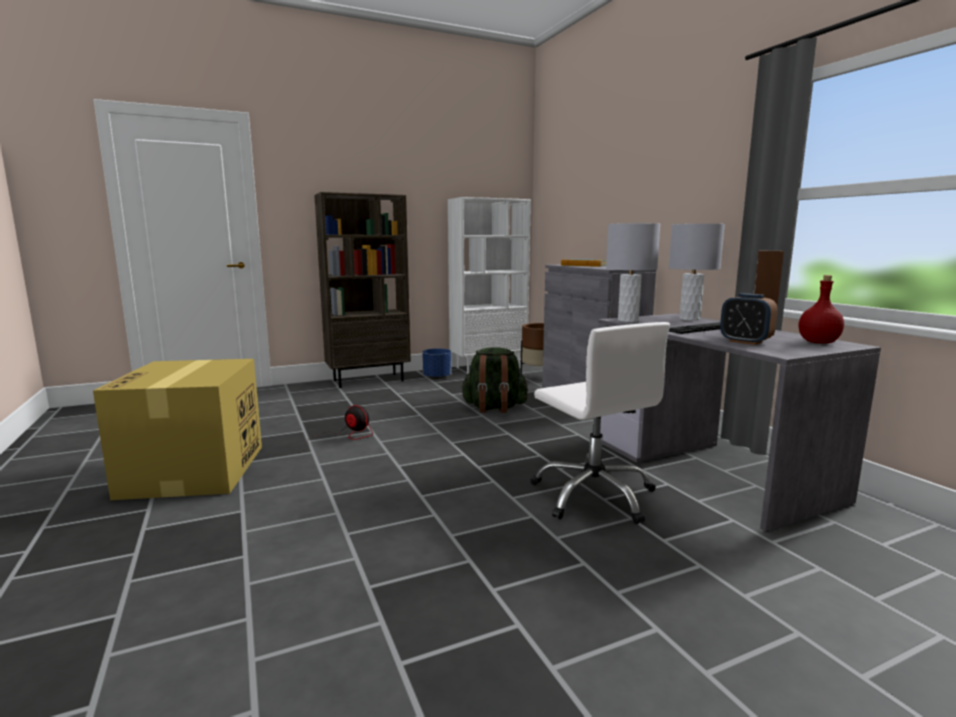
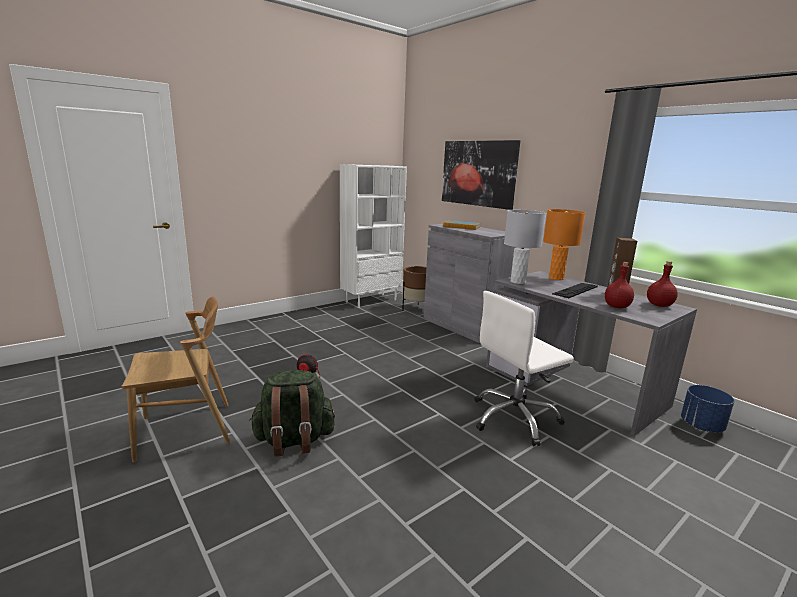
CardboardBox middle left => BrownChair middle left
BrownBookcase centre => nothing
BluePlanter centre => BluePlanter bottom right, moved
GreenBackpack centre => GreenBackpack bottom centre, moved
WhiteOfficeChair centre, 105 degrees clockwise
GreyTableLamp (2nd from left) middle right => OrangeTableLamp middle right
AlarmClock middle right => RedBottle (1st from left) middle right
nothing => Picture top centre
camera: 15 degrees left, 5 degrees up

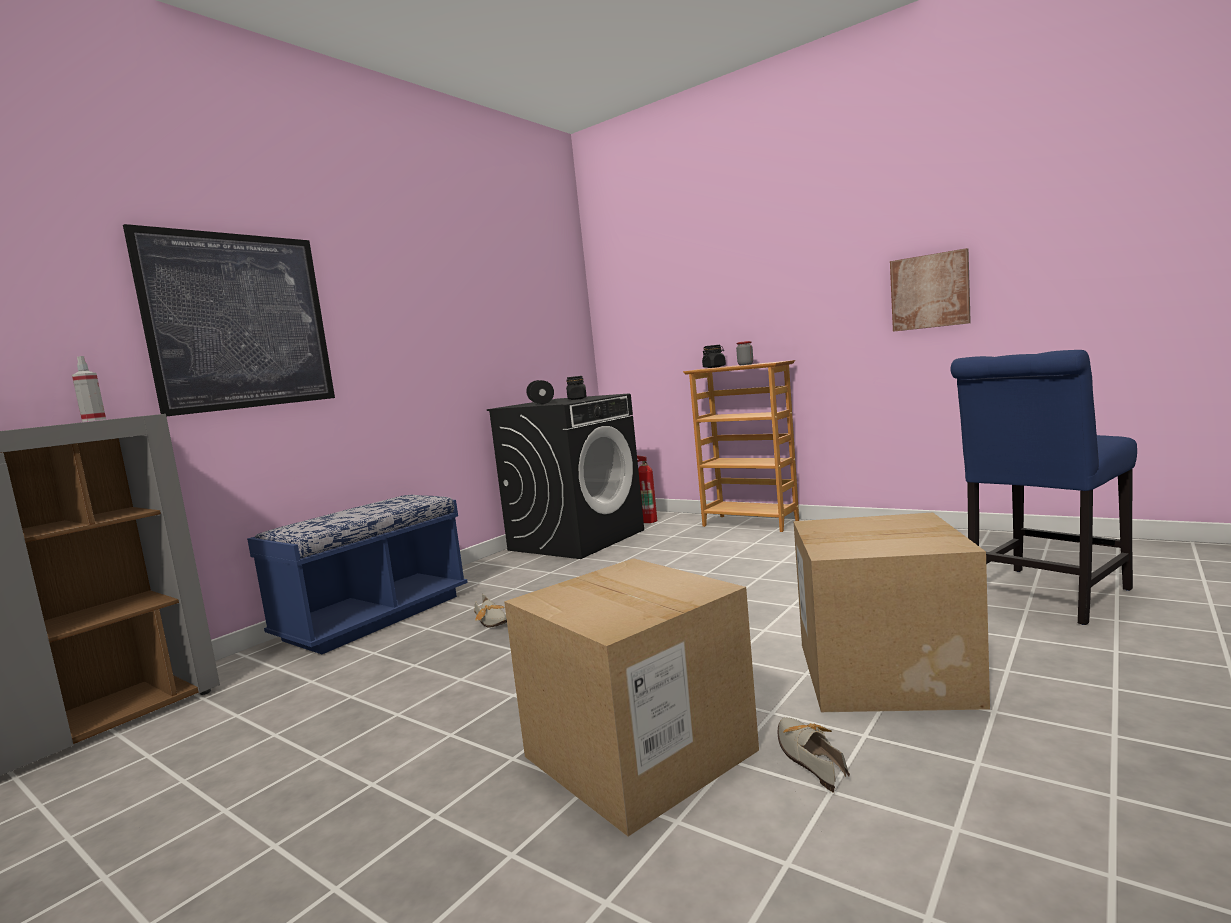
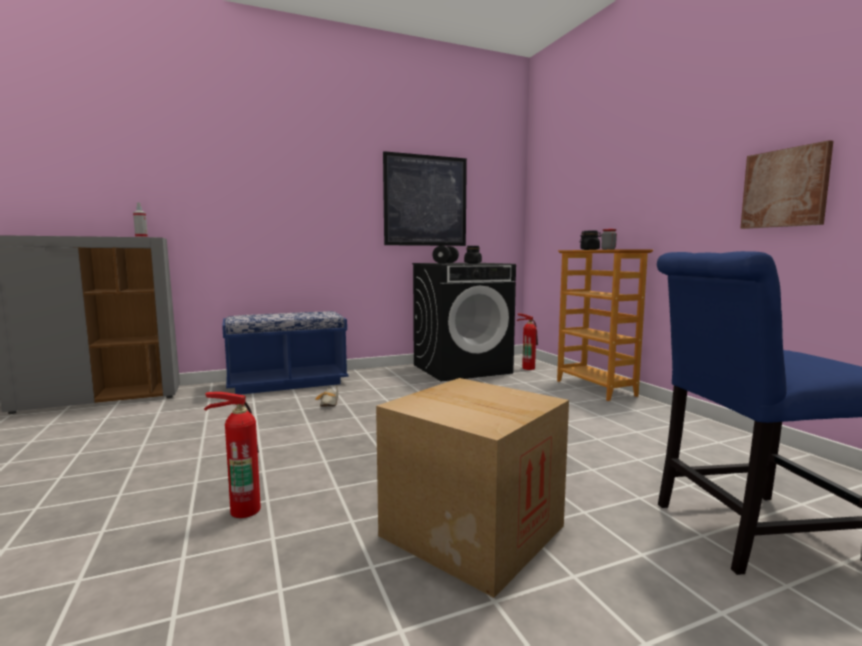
Picture (1st from left) middle left => Picture (1st from left) top centre, moved
CardboardBox (1st from left) bottom centre => FireExtinguisher (1st from left) bottom left
Shoe (2nd from left) bottom centre => nothing
camera: 30 degrees right, 0 degrees up

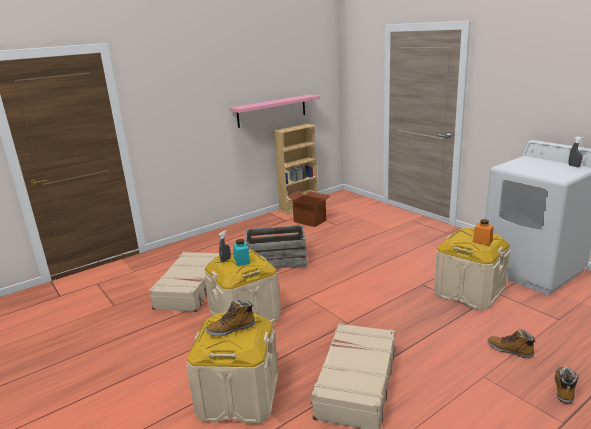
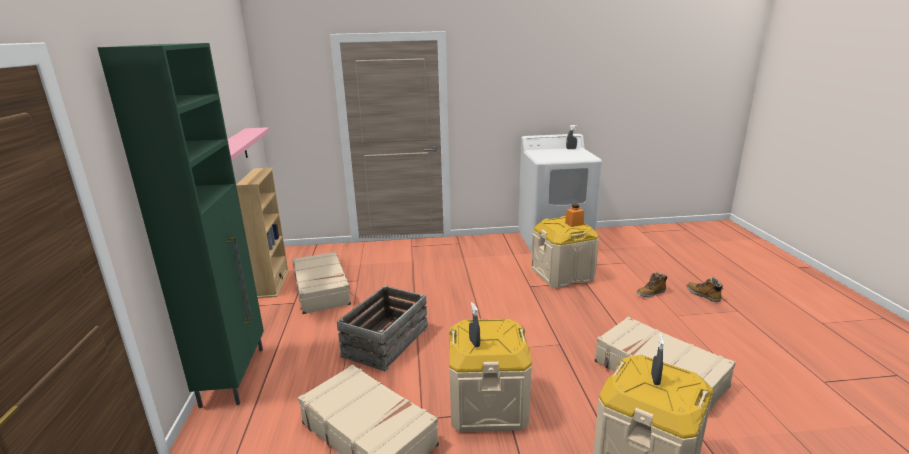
Boot (1st from left) bottom centre => GreySprayBottle (3rd from left) bottom right
TurquoiseJar centre => nothing
CardboardBox centre => BeigeSuitcase (1st from left) centre
nothing => GreenCabinet middle left
camera: 60 degrees left, 0 degrees up

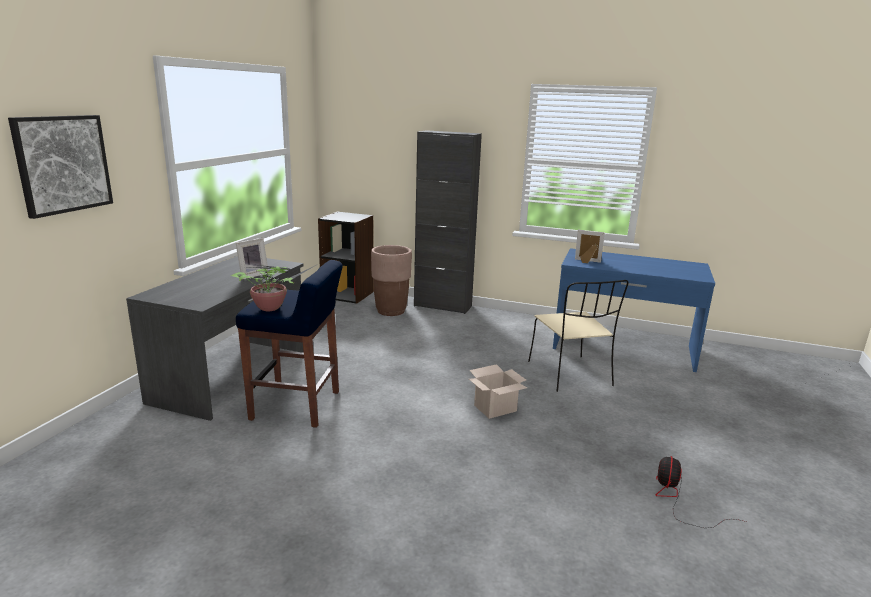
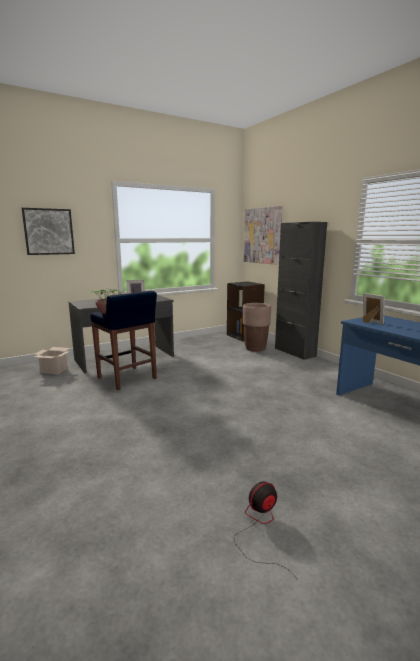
CardboardBox centre => CardboardBox middle left, moved
BeigeChair centre => nothing
nothing => Picture (2nd from left) centre
camera: 40 degrees right, 5 degrees down

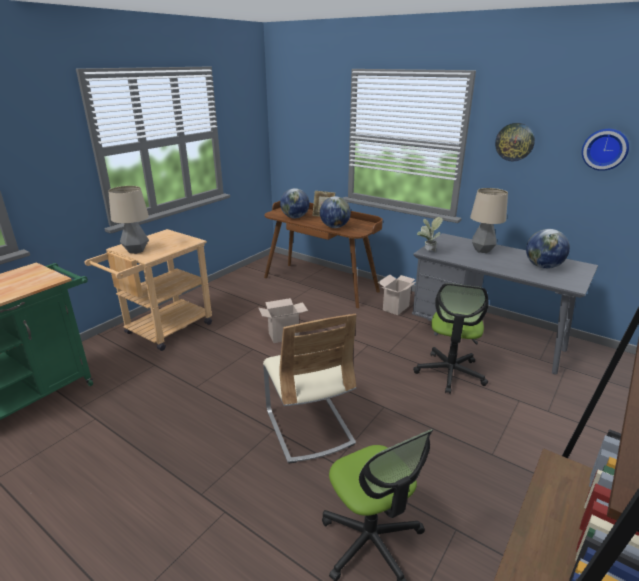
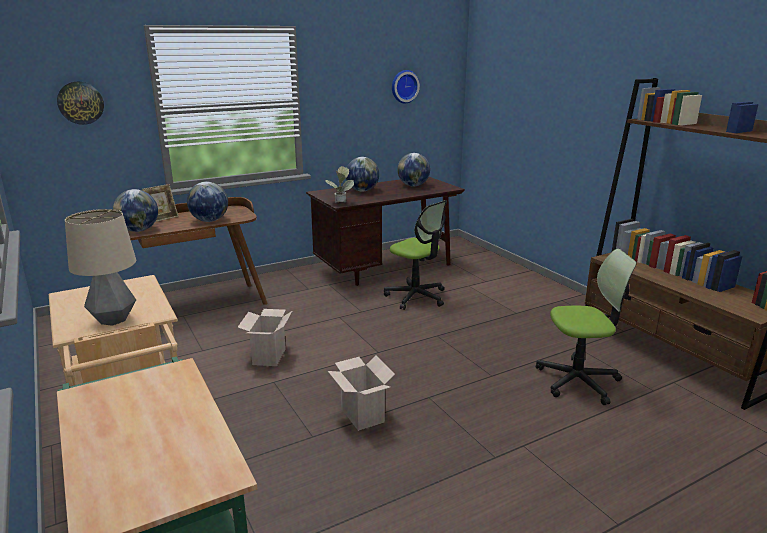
BeigeChair bottom centre => nothing
CardboardBox (2nd from left) centre => CardboardBox (2nd from left) bottom centre, moved
GreyDesk middle right => BrownDesk (2nd from left) centre
TableLamp (2nd from left) middle right => Globe (3rd from left) top centre
WallClock (1st from left) top right => WallClock (1st from left) top left, moved
camera: 65 degrees left, 5 degrees down

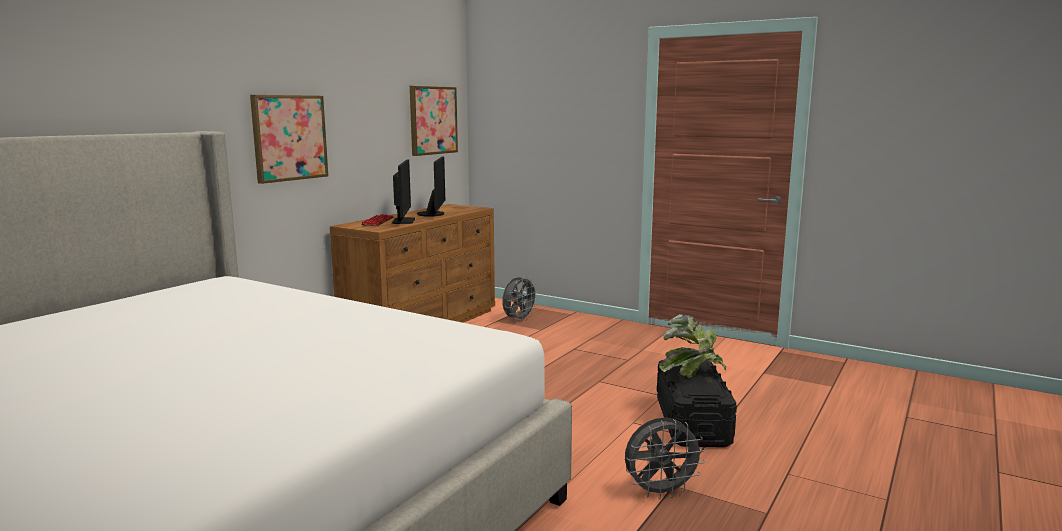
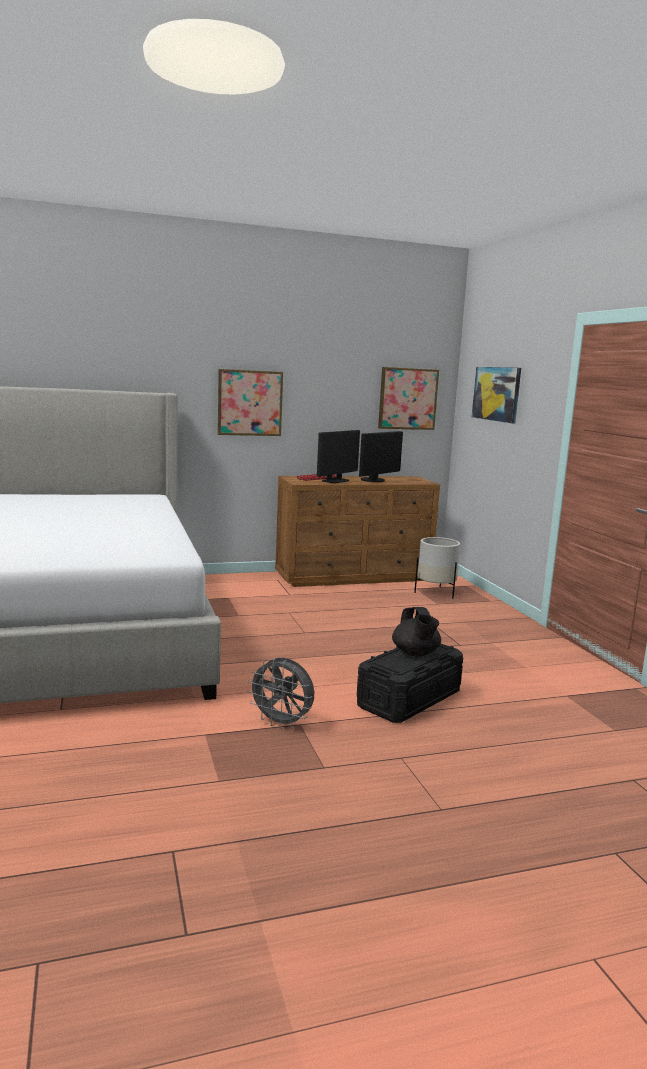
GreyFan (1st from left) centre => WhitePlanter middle right
PottedPlant centre => BlackTeapot centre
nothing => Picture (3rd from left) middle right
camera: 40 degrees right, 0 degrees up

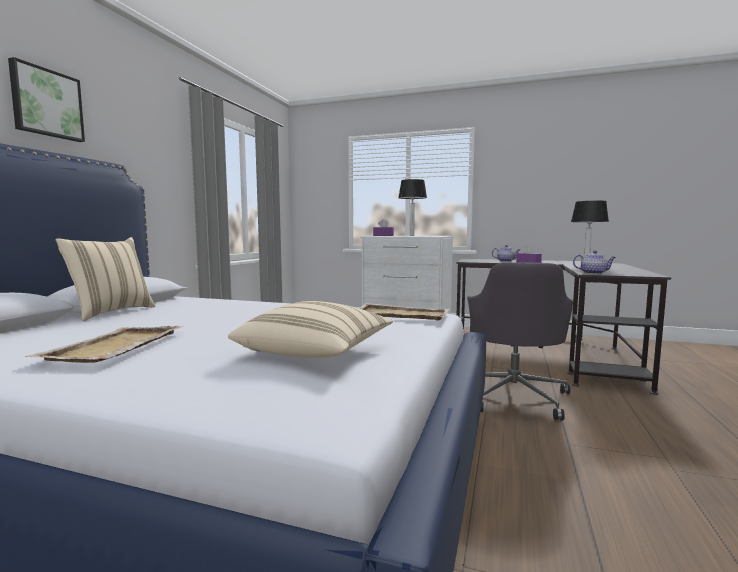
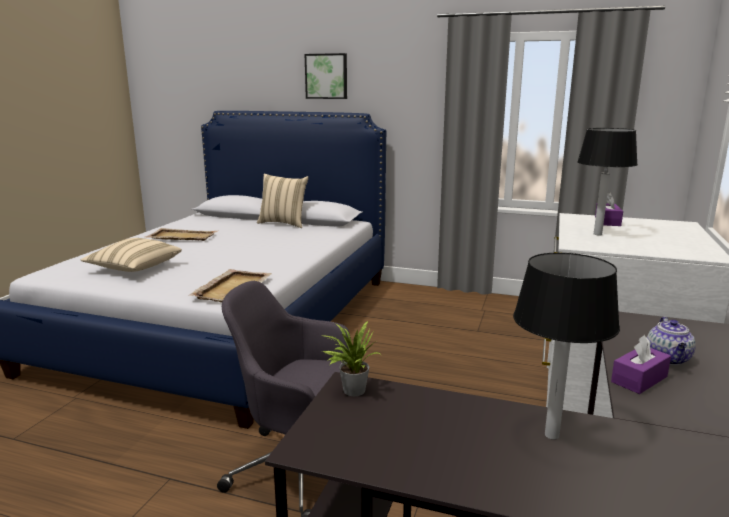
Teapot (2nd from left) middle right => PottedPlant bottom centre
camera: 90 degrees right, 10 degrees up

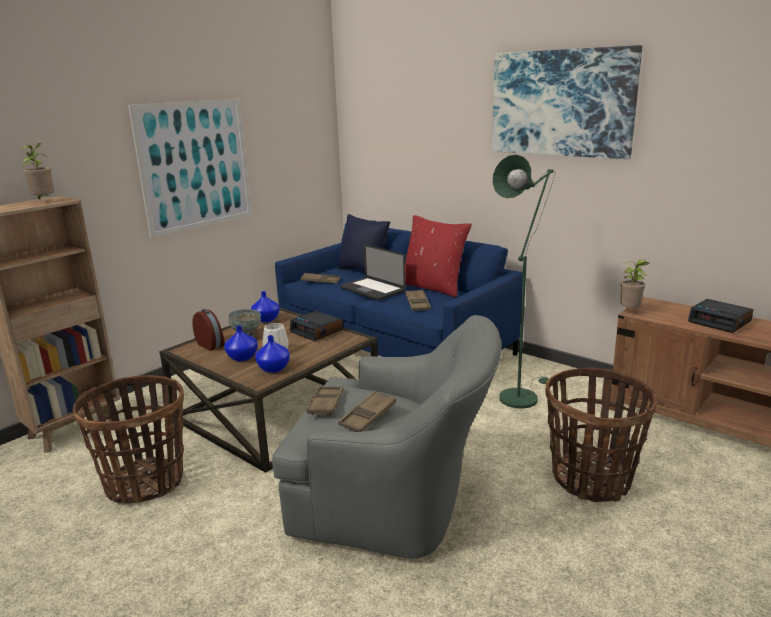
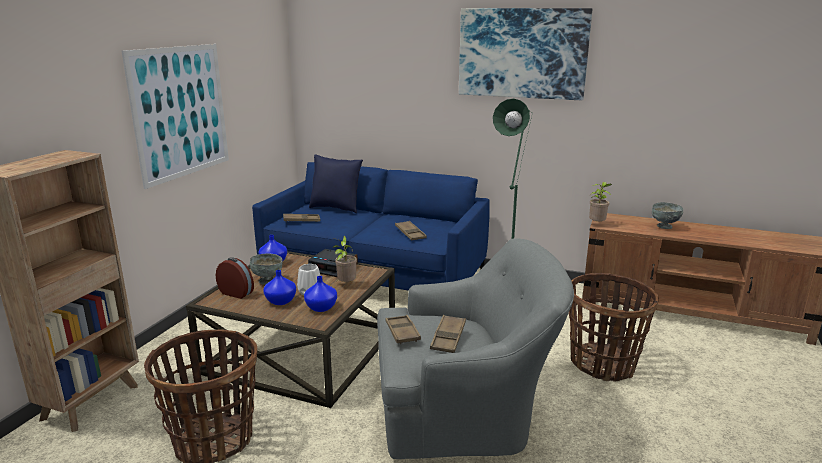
PottedPlant (1st from left) top left => PottedPlant (1st from left) centre, moved
Laptop centre => nothing
RedPillow centre => nothing
AlarmClock (3rd from left) middle right => GreyBowl (2nd from left) middle right
camera: 20 degrees left, 0 degrees up

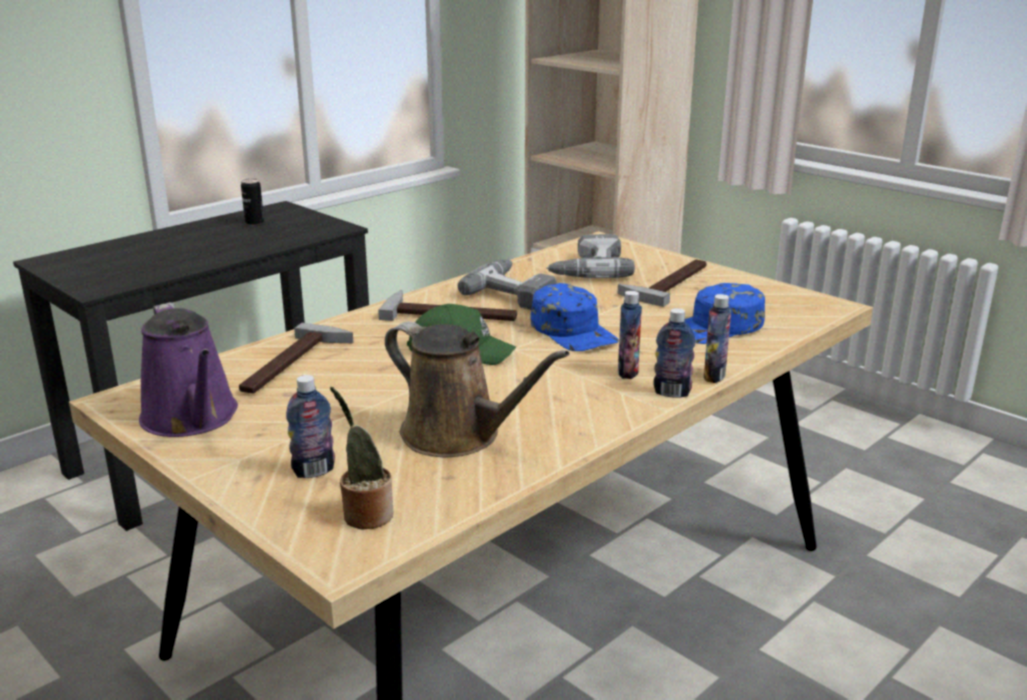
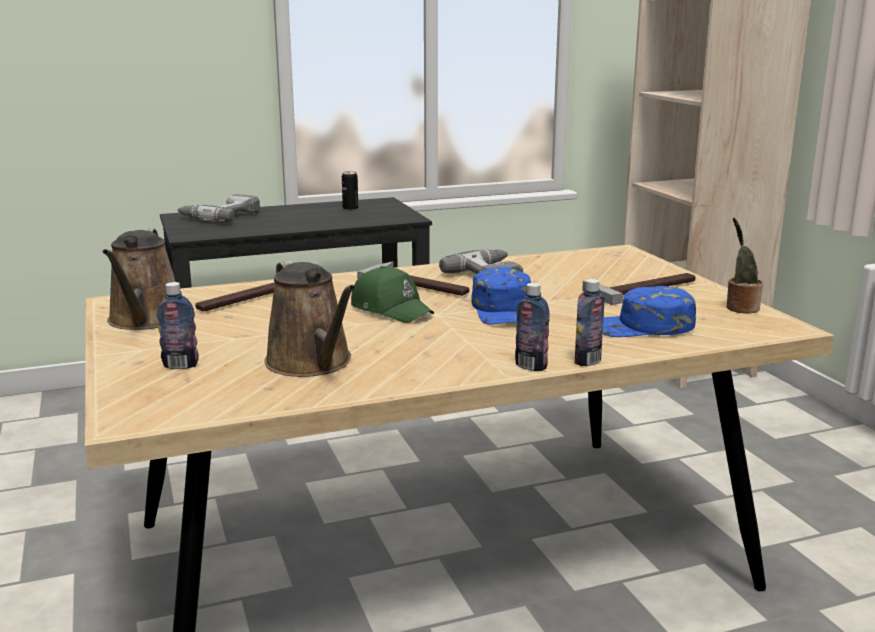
PurpleWateringCan middle left => BrownWateringCan (1st from left) middle left
PottedPlant centre => PottedPlant middle right, moved
PowerDrill (2nd from left in the first image) centre => PowerDrill (1st from left) top left, moved
Bottle (2nd from left) centre => nothing
camera: 25 degrees right, 5 degrees down

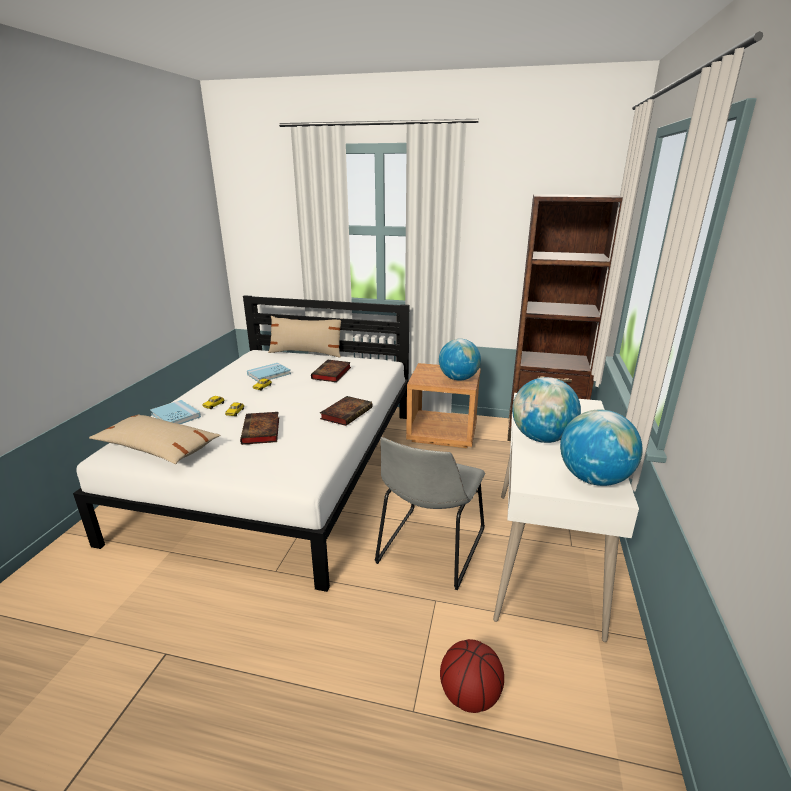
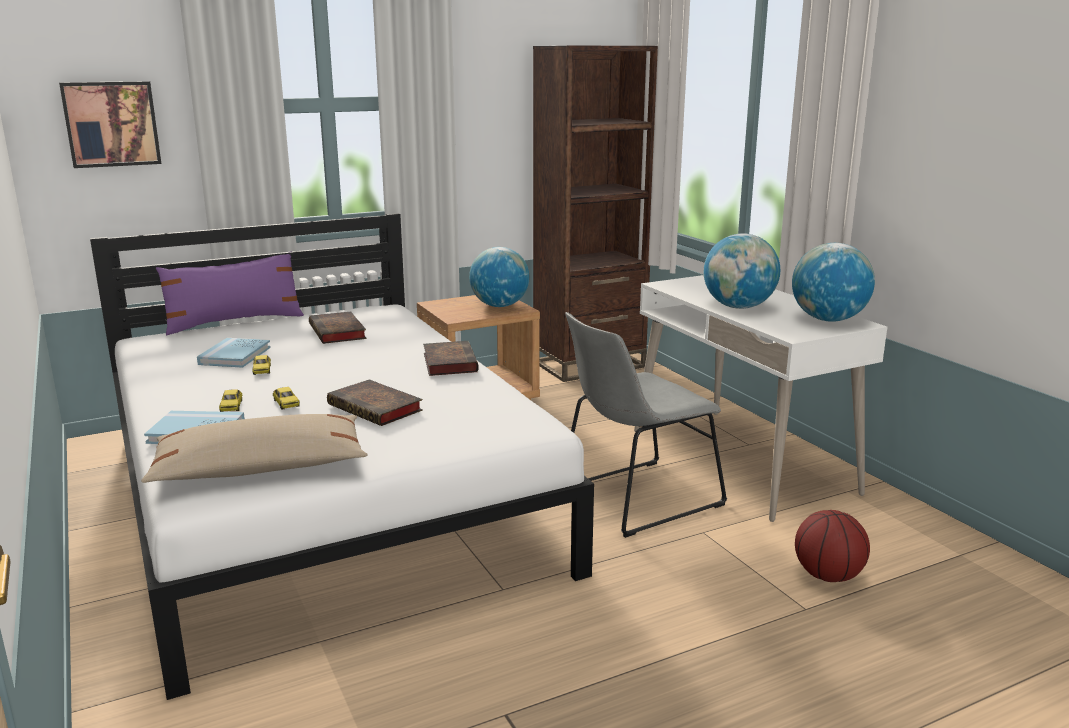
BeigePillow (2nd from left) centre => PurplePillow middle left
GreyChair centre, 75 degrees clockwise
nothing => Picture top left
camera: 40 degrees left, 5 degrees down

